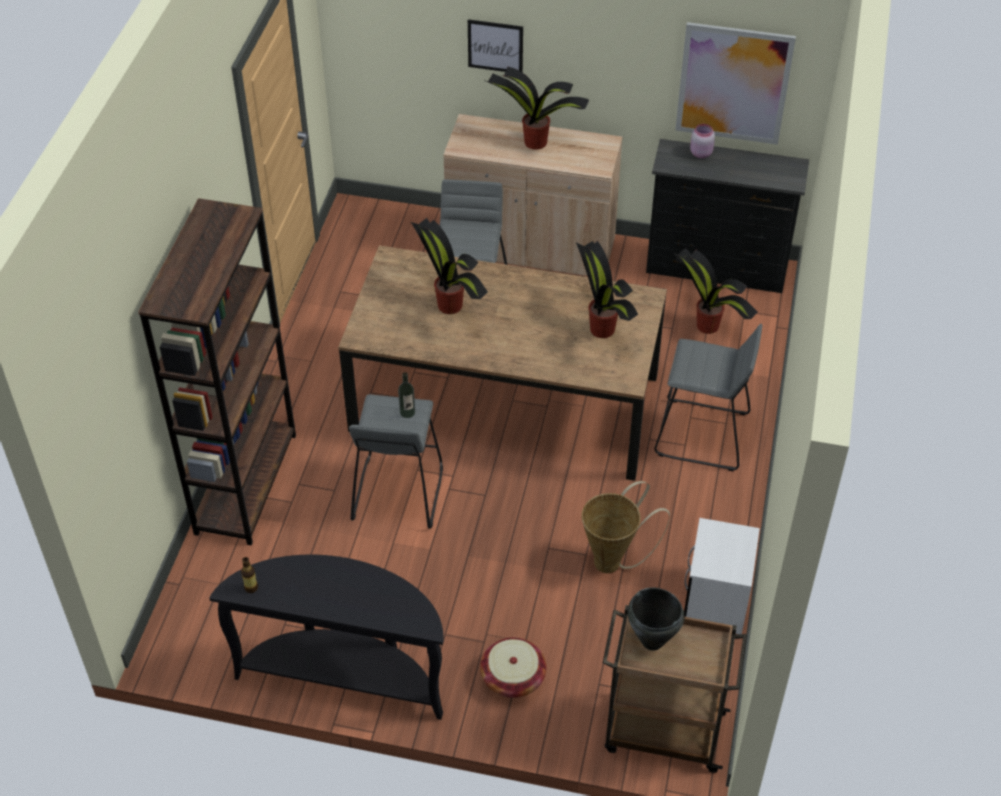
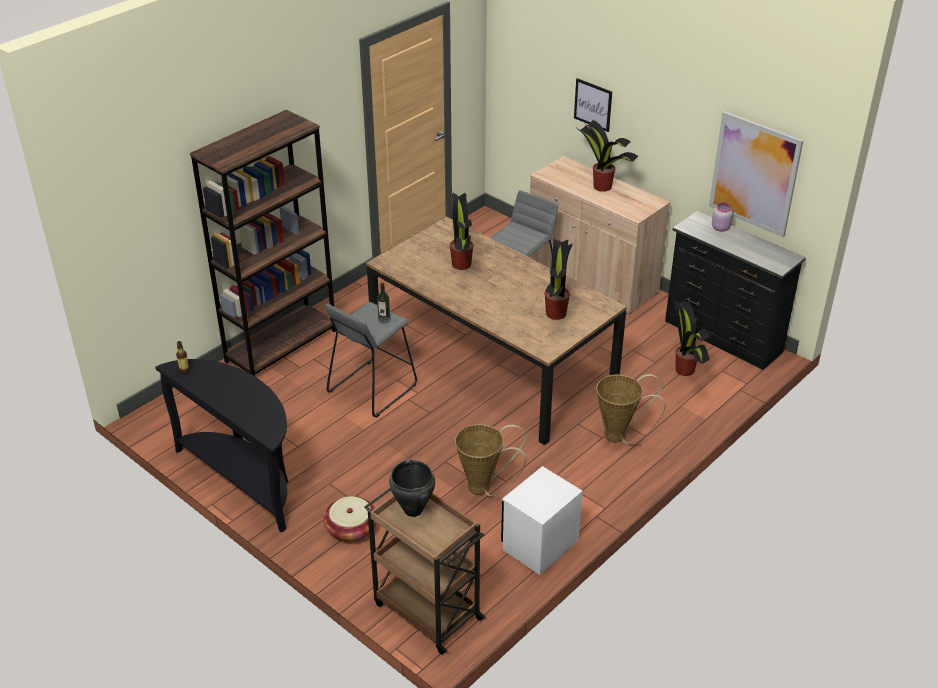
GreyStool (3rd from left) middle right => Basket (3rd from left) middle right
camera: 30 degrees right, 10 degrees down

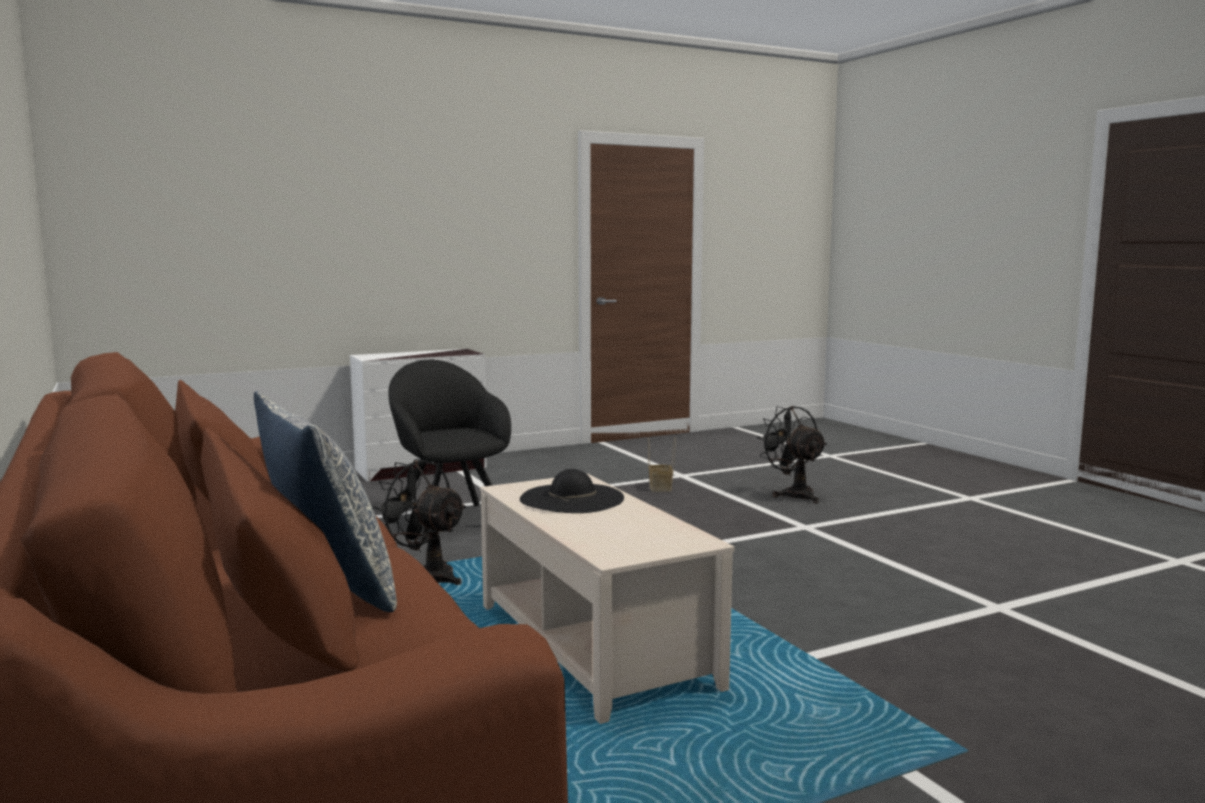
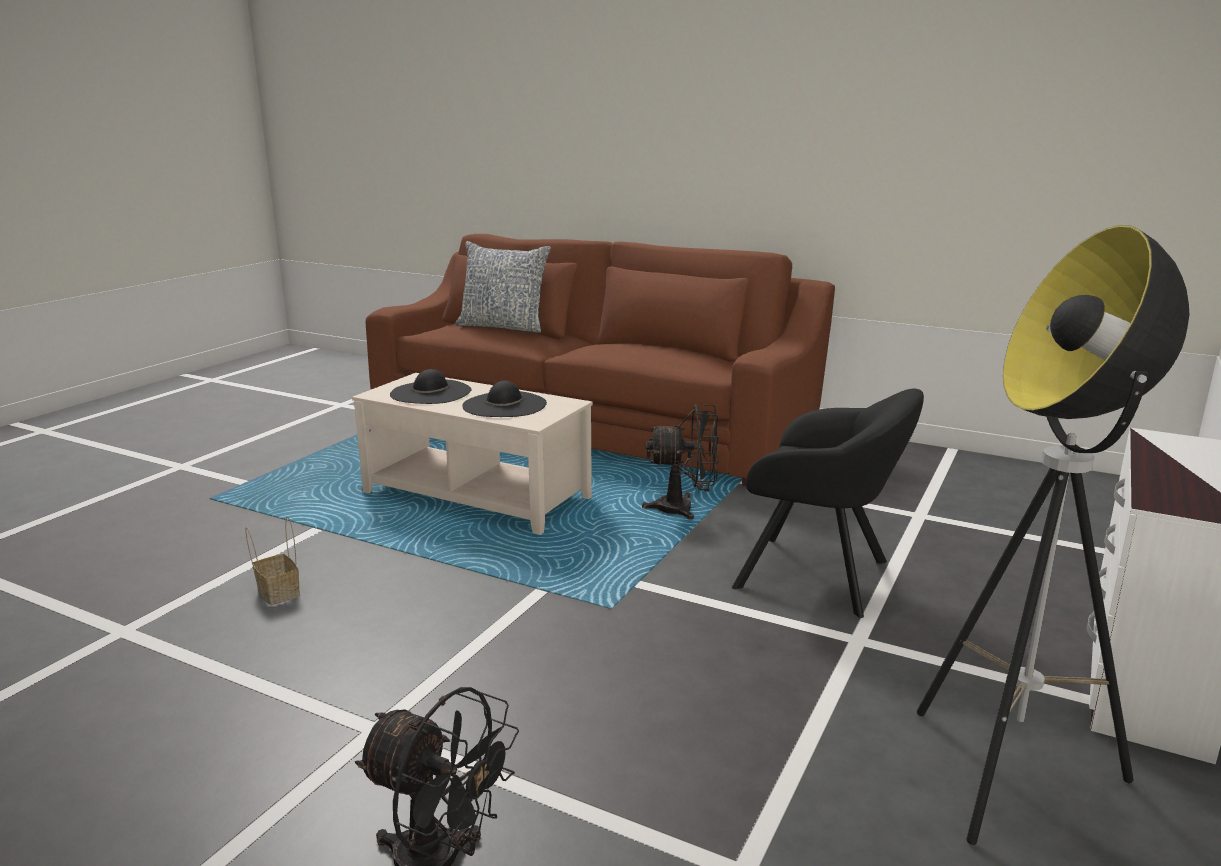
Basket centre => Basket middle left, moved
nothing => BlackHat (1st from left) centre
nothing => FloorLamp middle right
camera: 145 degrees right, 10 degrees up

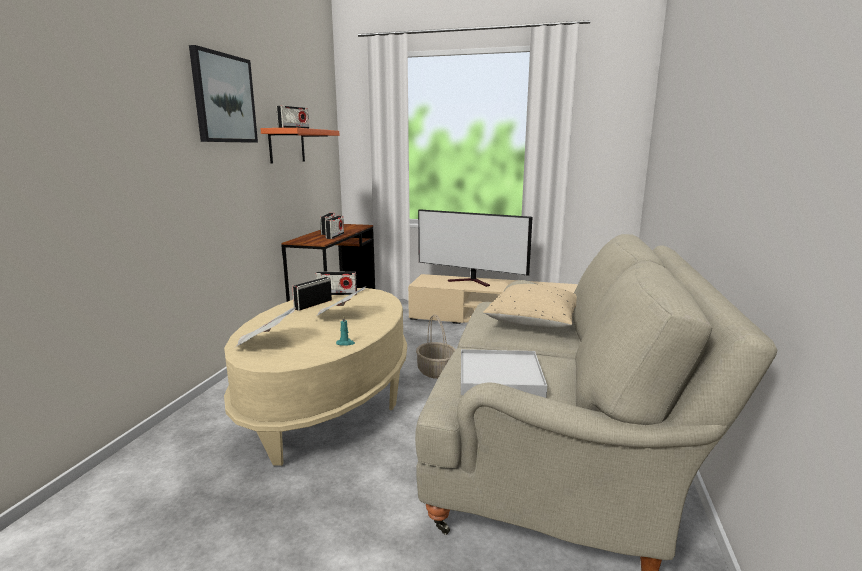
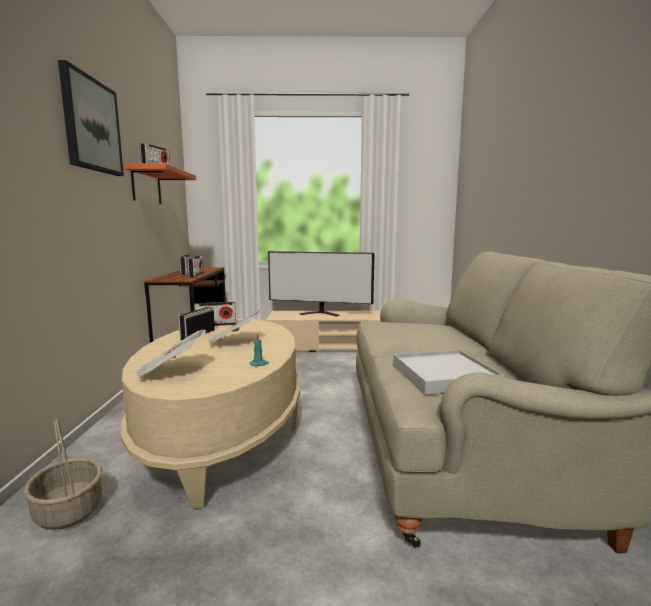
Basket centre => Basket bottom left, moved
BeigePillow centre => nothing
camera: 15 degrees left, 5 degrees down

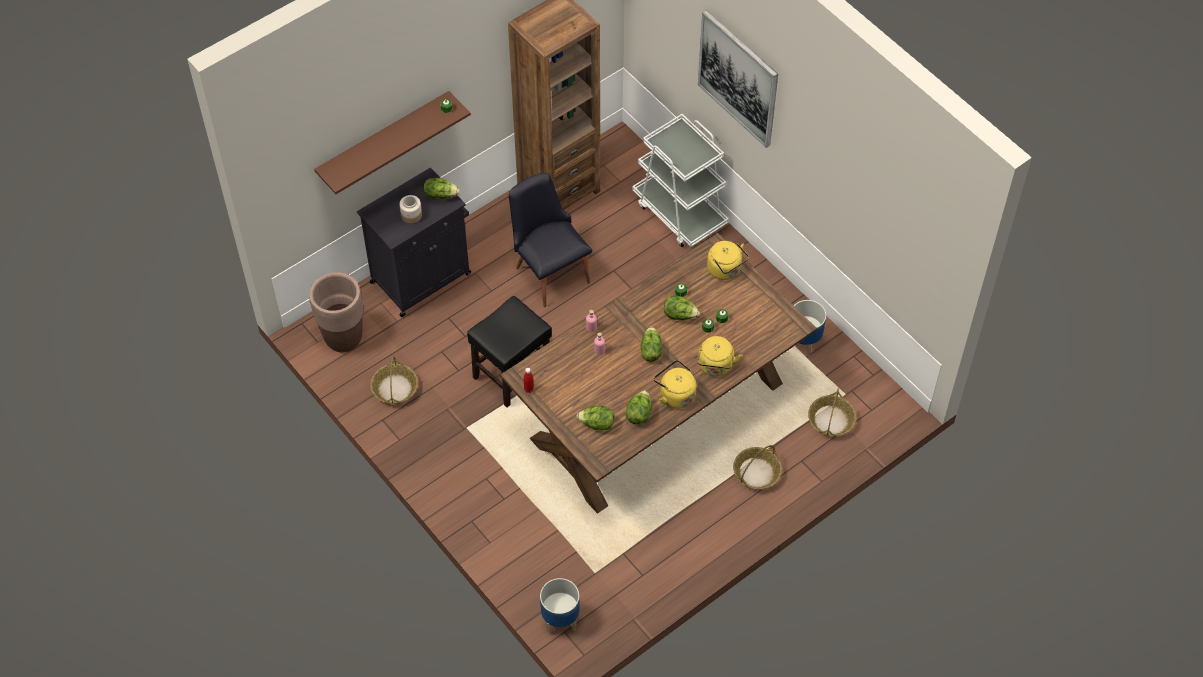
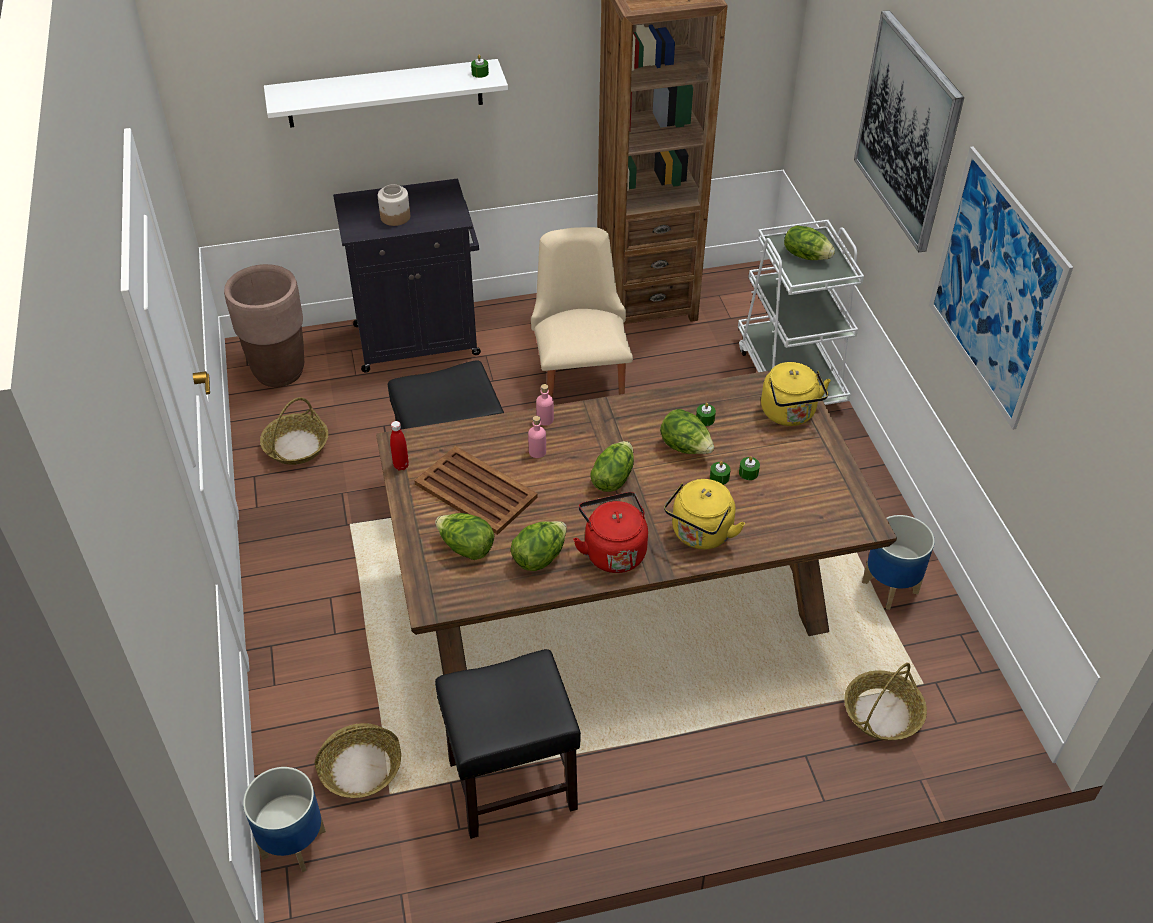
BrownShelf top left => WhiteShelf top centre
Lettuce (1st from left in the first image) top centre => Lettuce (5th from left) top right, moved
BlackChair centre => BeigeChair centre
YellowKettle (1st from left) centre => RedKettle centre
Basket (2nd from left) bottom centre => Basket (2nd from left) bottom left, moved
nothing => BrownTray centre
nothing => BlackStool (2nd from left) bottom centre
nothing => Picture (2nd from left) top right
camera: 25 degrees right, 10 degrees down

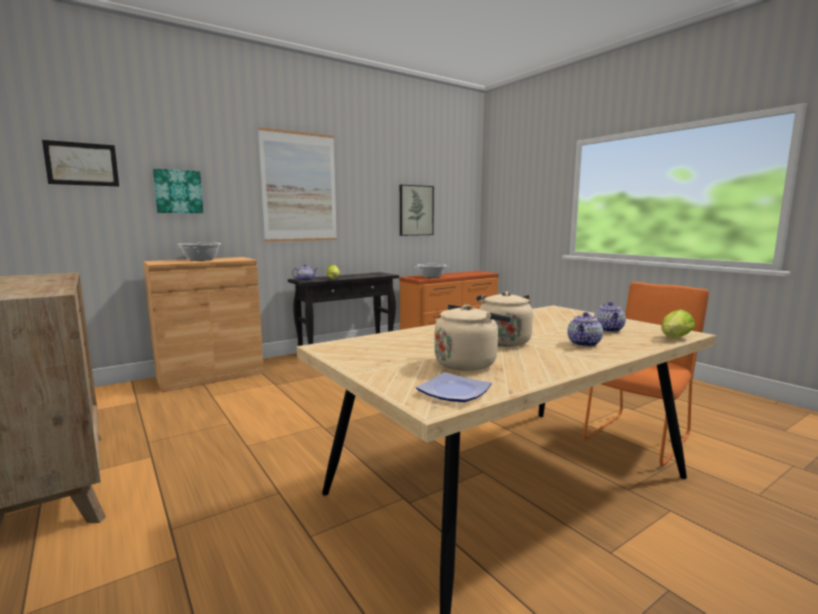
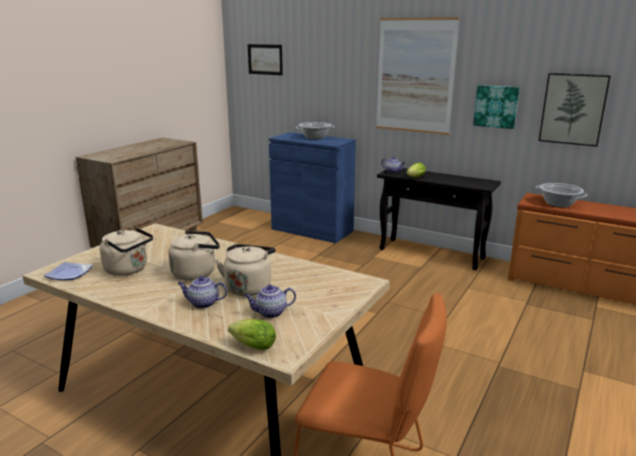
BrownCabinet middle left => BlueCabinet centre
Picture (2nd from left in the first image) top left => Picture (3rd from left) top right, moved
nothing => BeigeKettle (3rd from left) centre
camera: 65 degrees right, 10 degrees up

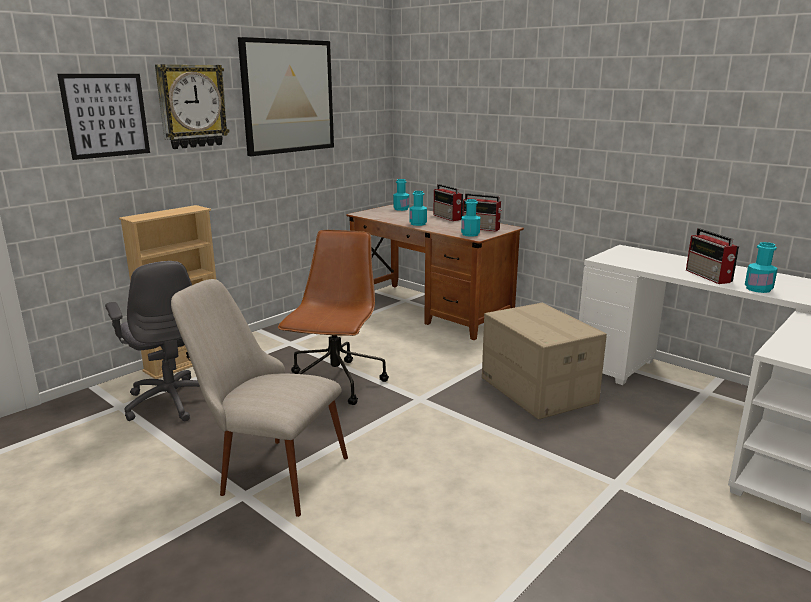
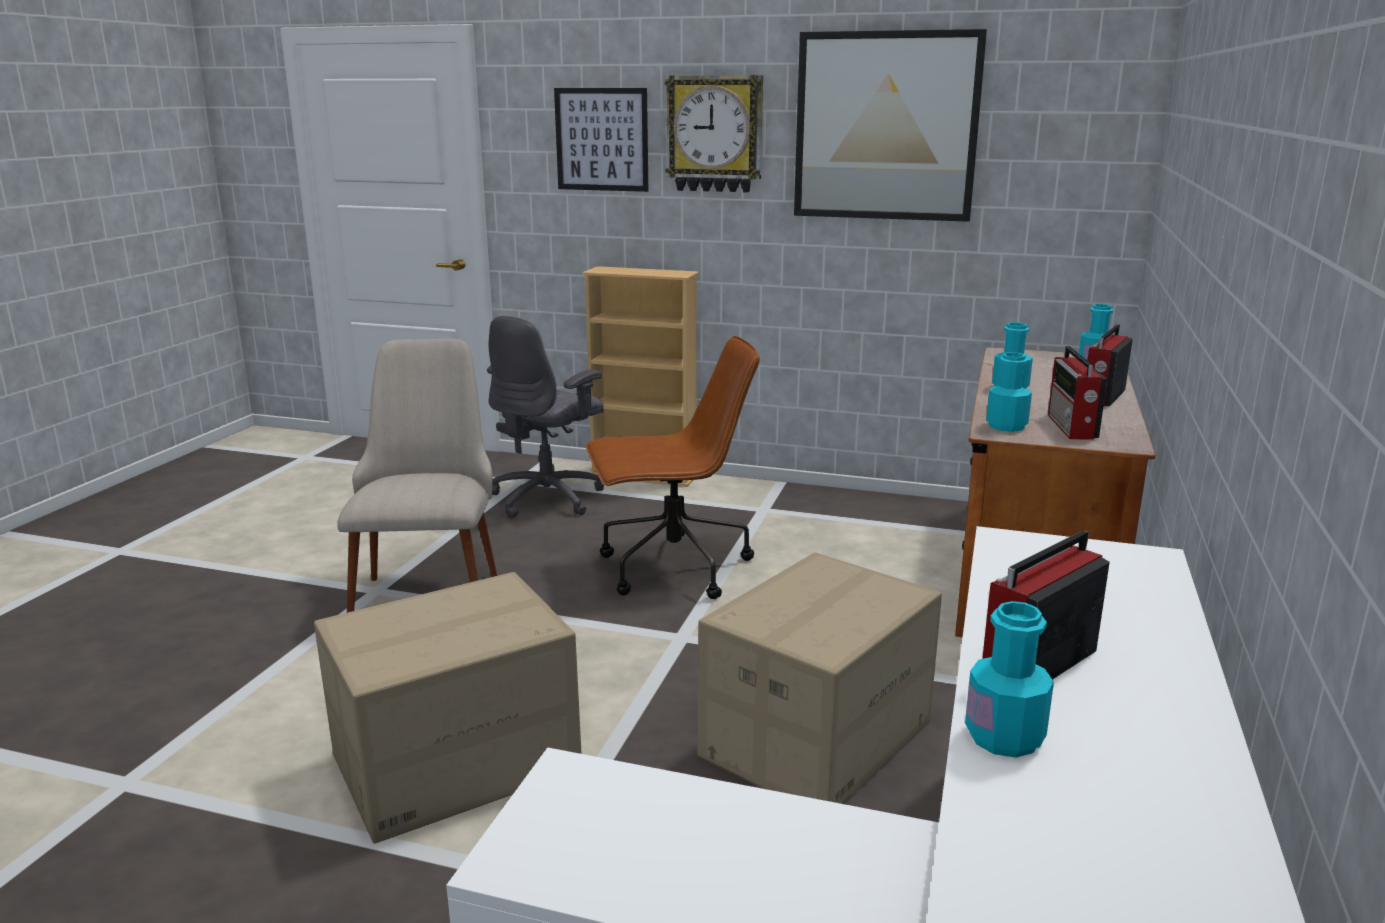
nothing => CardboardBox (1st from left) bottom left
camera: 65 degrees right, 0 degrees up

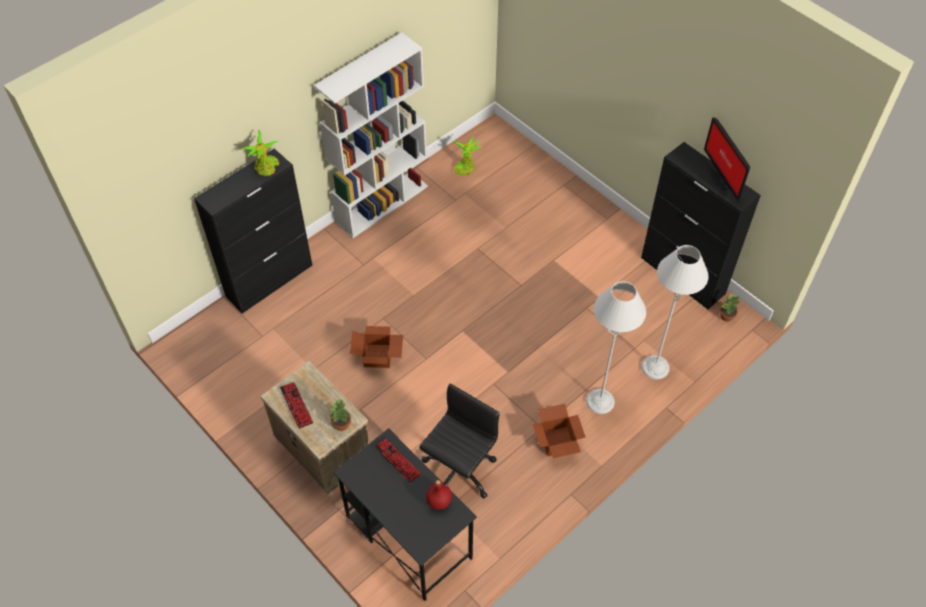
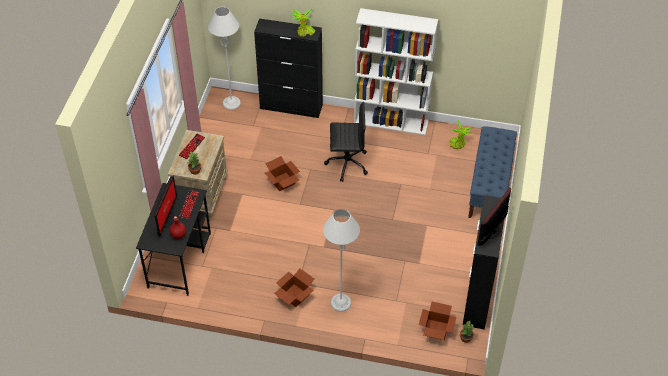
BlackOfficeChair bottom centre => BlackOfficeChair centre, moved
GreyFloorLamp (2nd from left in the first image) middle right => GreyFloorLamp (1st from left) top centre, moved
nothing => Monitor (1st from left) middle left
nothing => CardboardBox (3rd from left) bottom centre
nothing => BlueBench middle right
camera: 55 degrees right, 5 degrees down

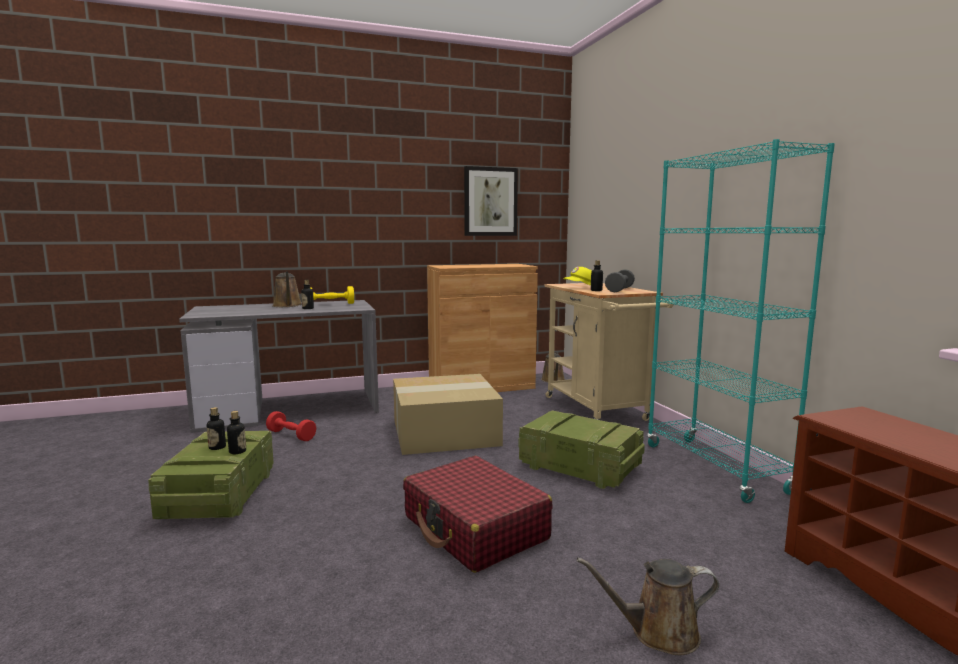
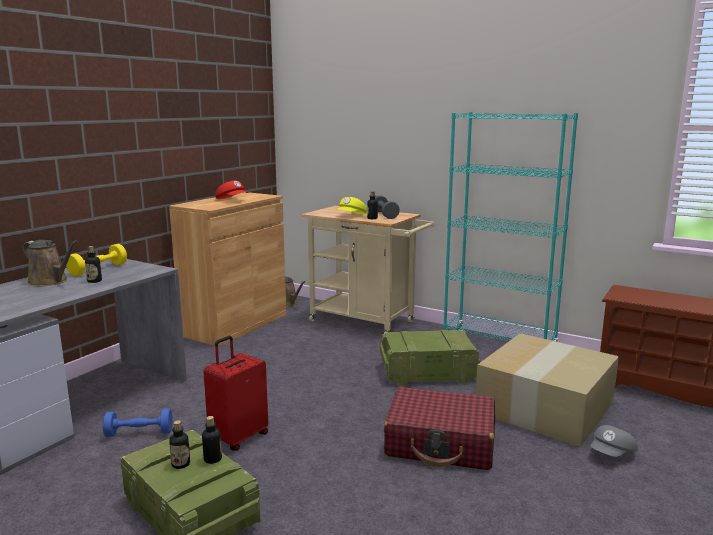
RedDumbbell middle left => BlueDumbbell bottom left
CardboardBox centre => CardboardBox bottom right, moved
Picture top centre => nothing
BrownWateringCan (3rd from left) bottom right => GreyCap bottom right
nothing => RedSuitcase (1st from left) bottom left
nothing => RedCap middle left
camera: 40 degrees left, 5 degrees up

